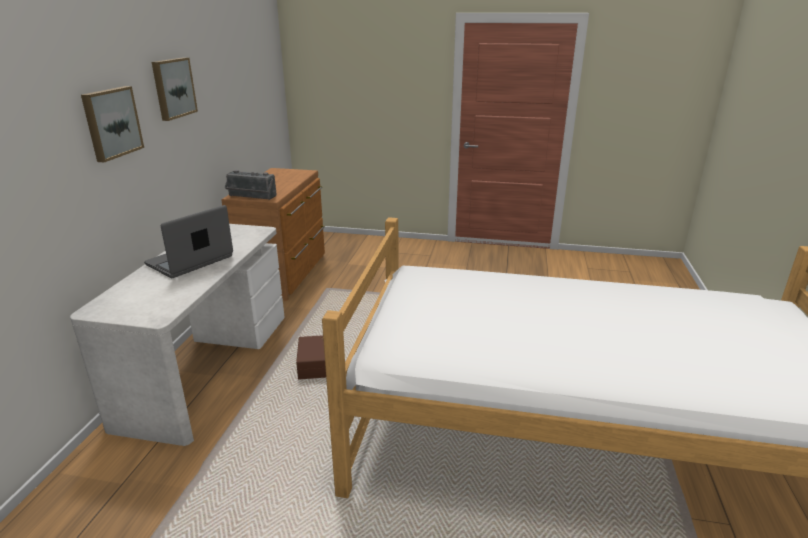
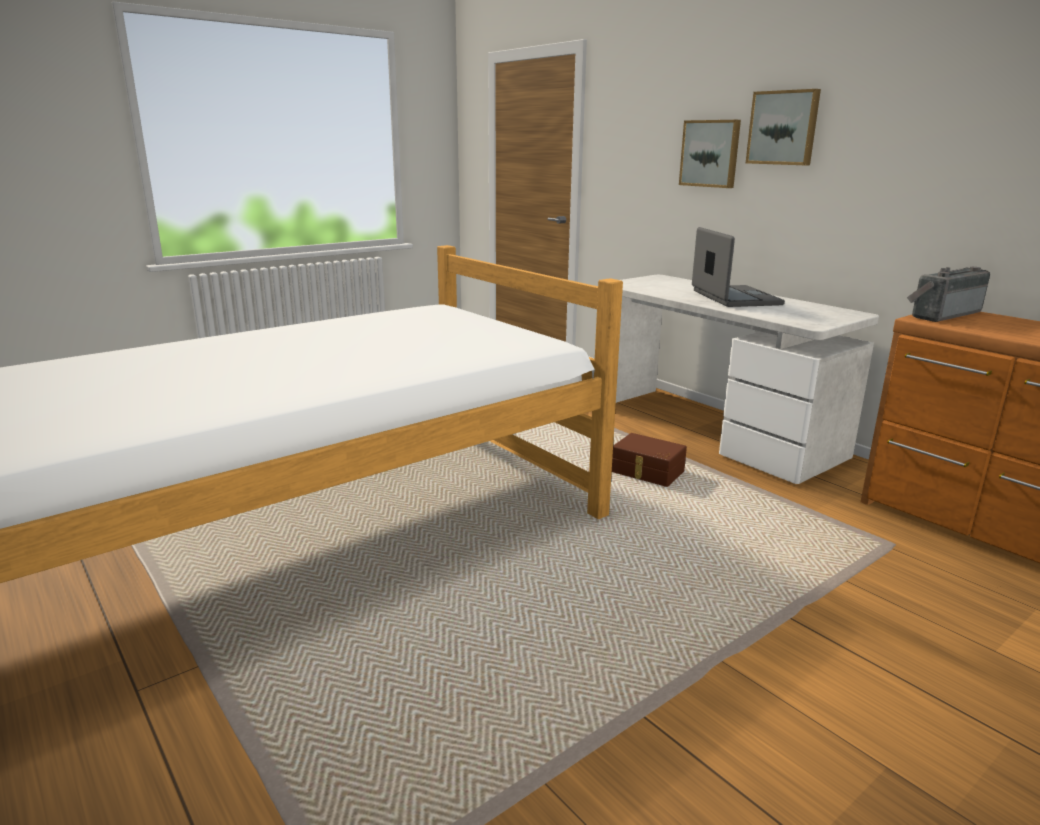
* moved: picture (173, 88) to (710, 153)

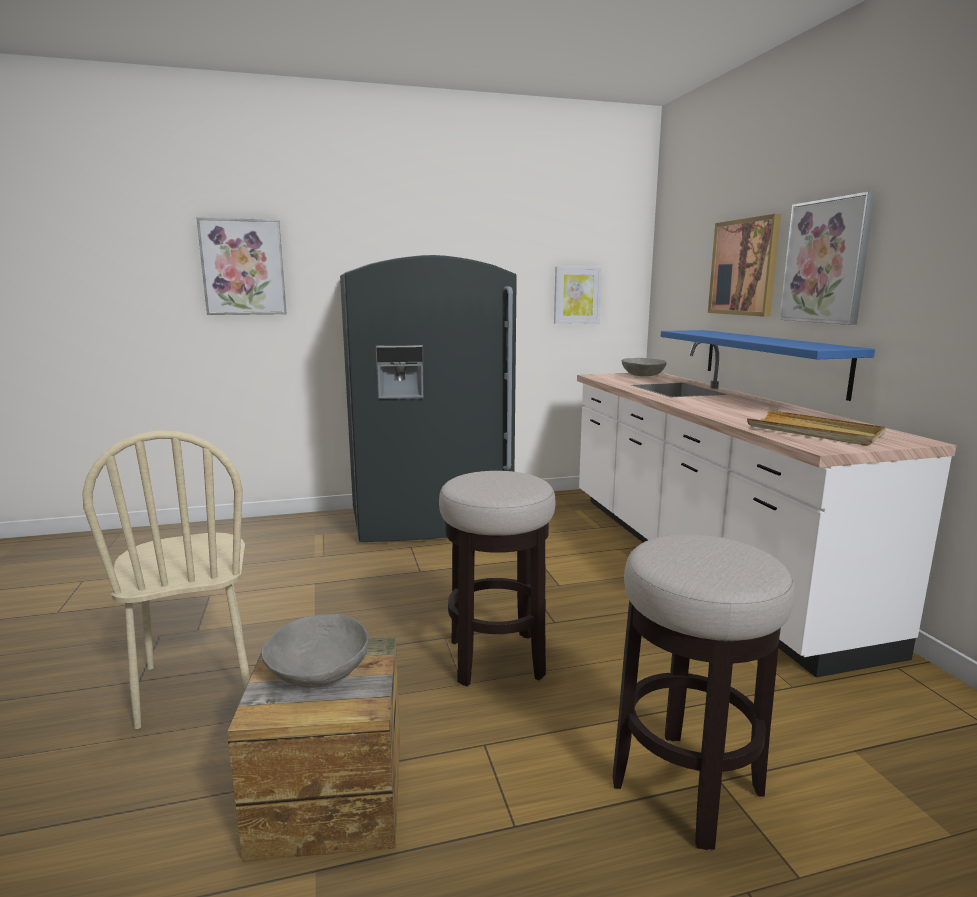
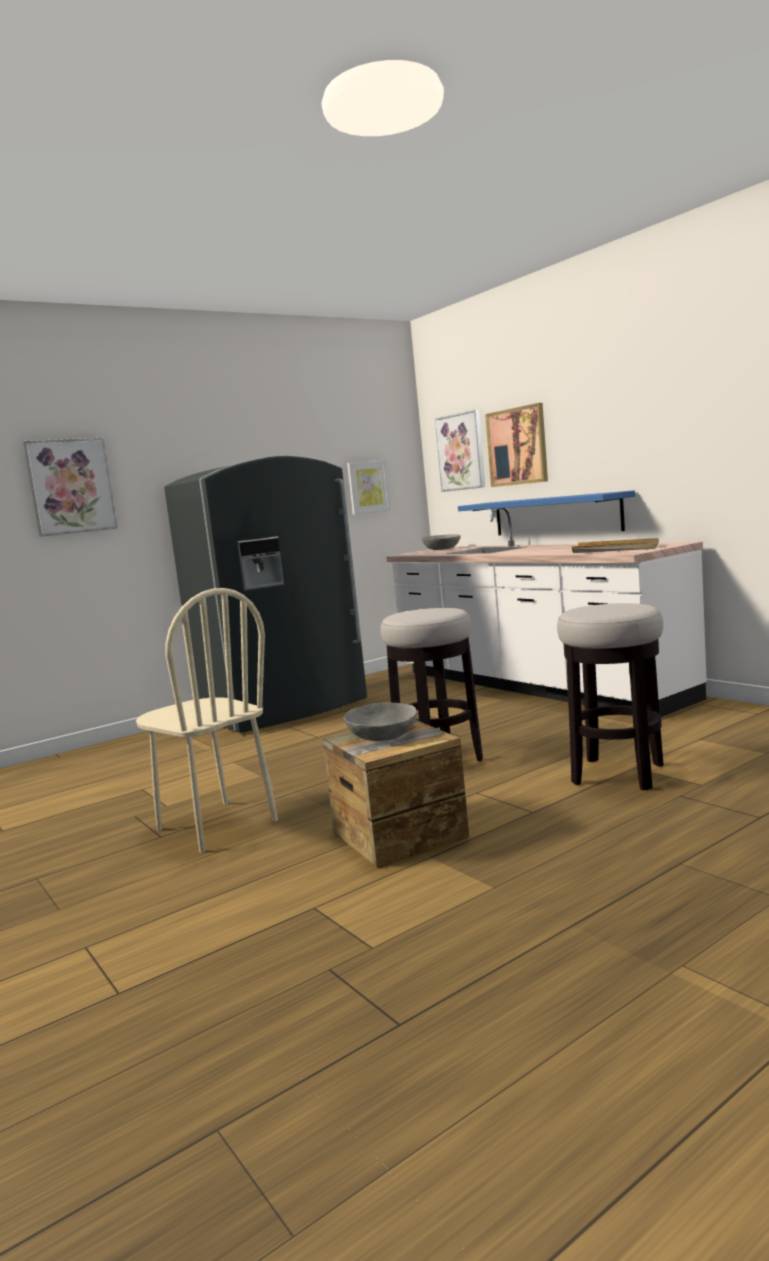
* moved: picture (826, 261) to (461, 452)

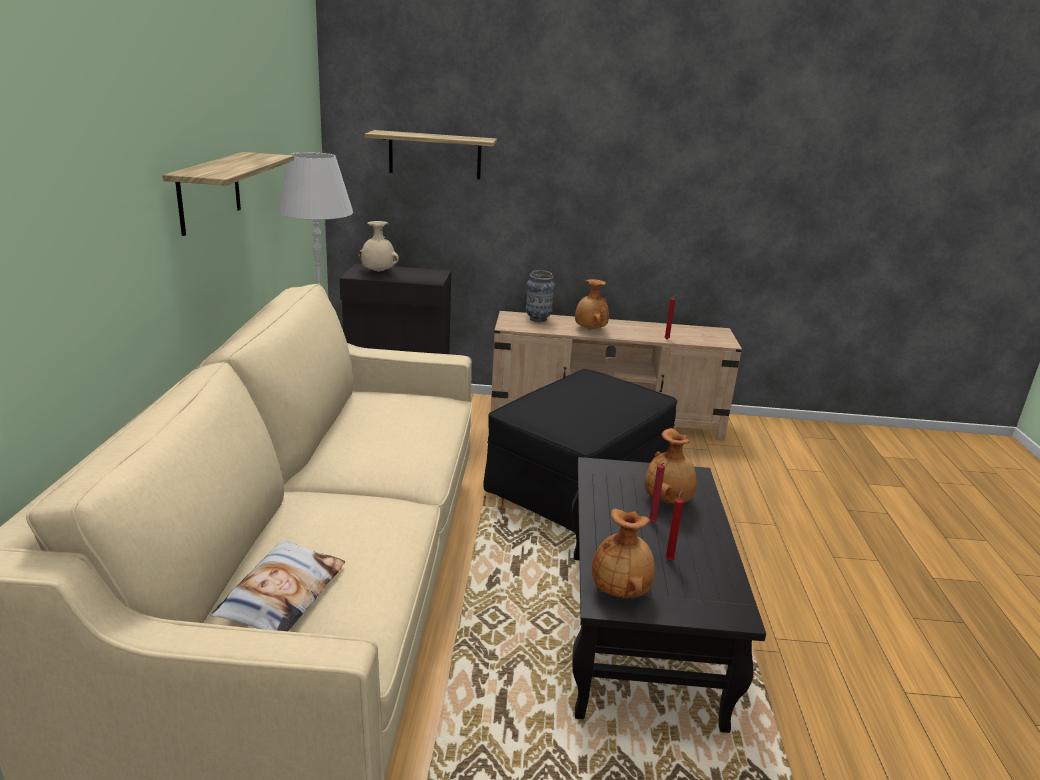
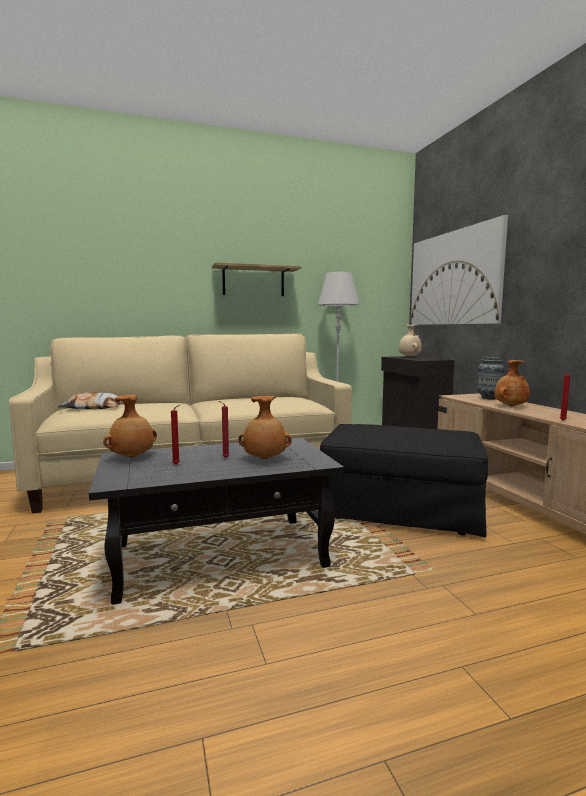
* replaced: bracket shelf (435, 155) to picture (453, 278)

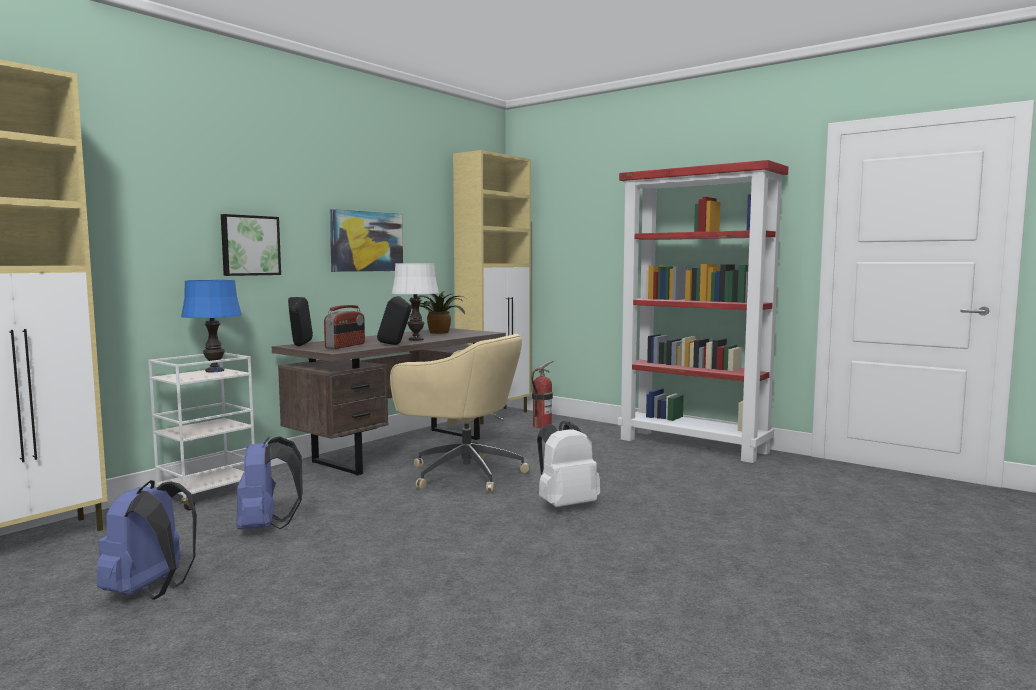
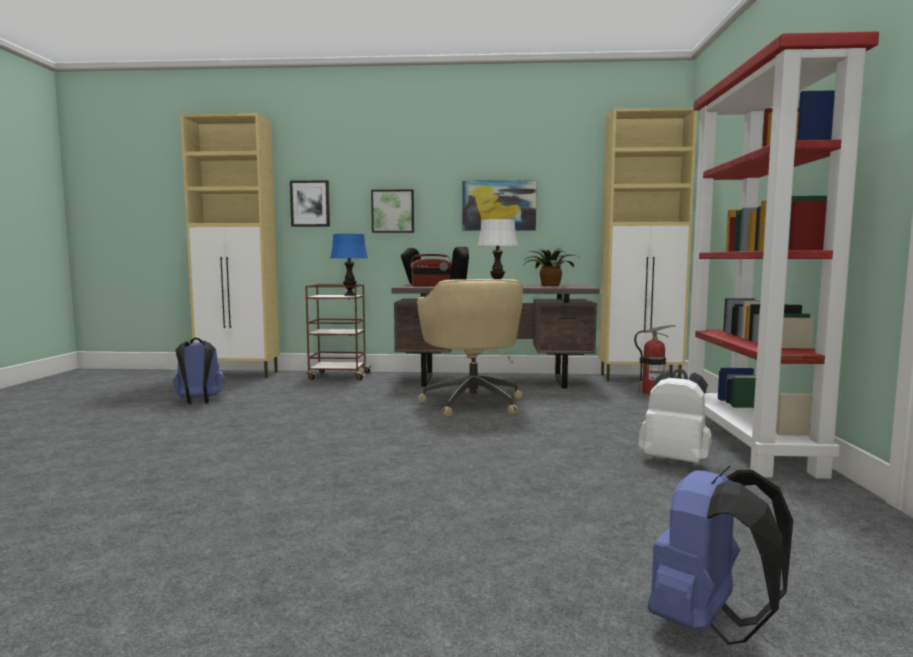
* recoloured: white wheeled cart (209, 495) to brown wheeled cart (338, 376)
* moved: bluish knapsack (266, 527) to (708, 625)
* moved: white knapsack (565, 505) to (675, 460)
* added: picture (310, 203)

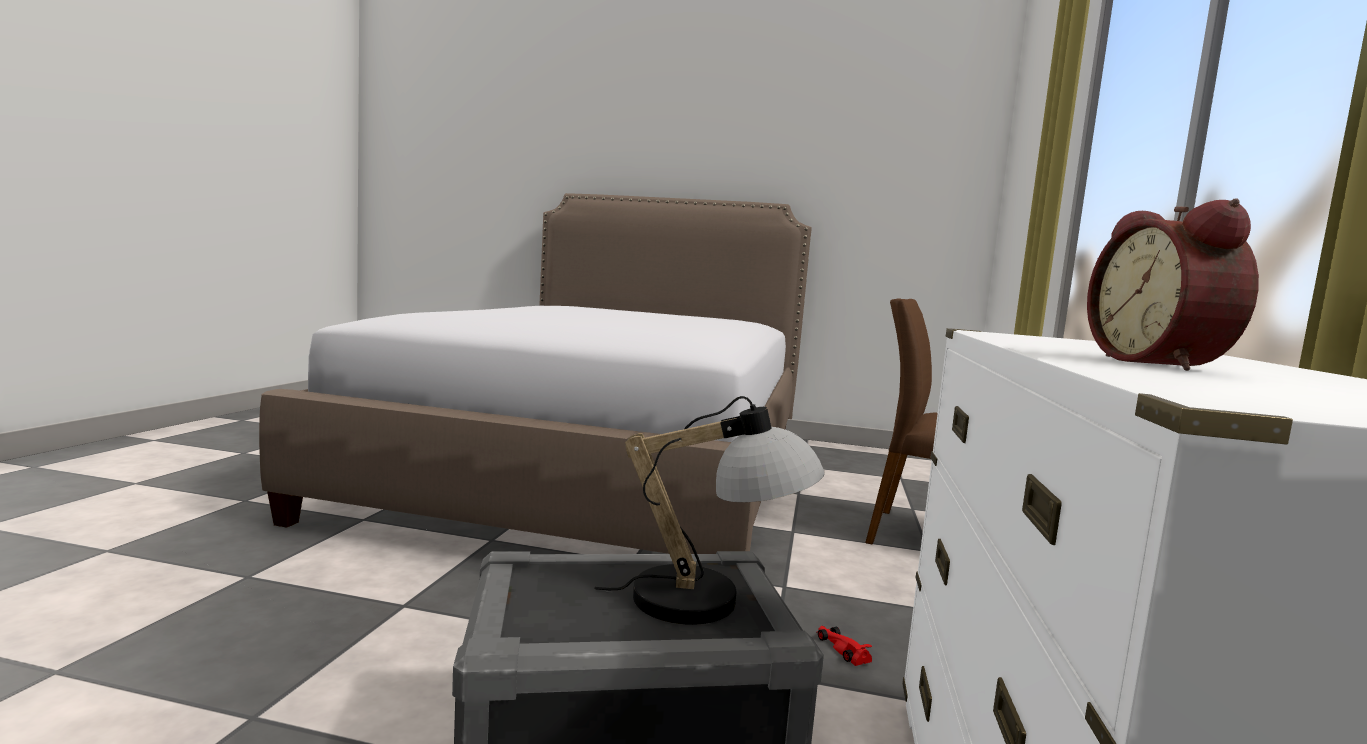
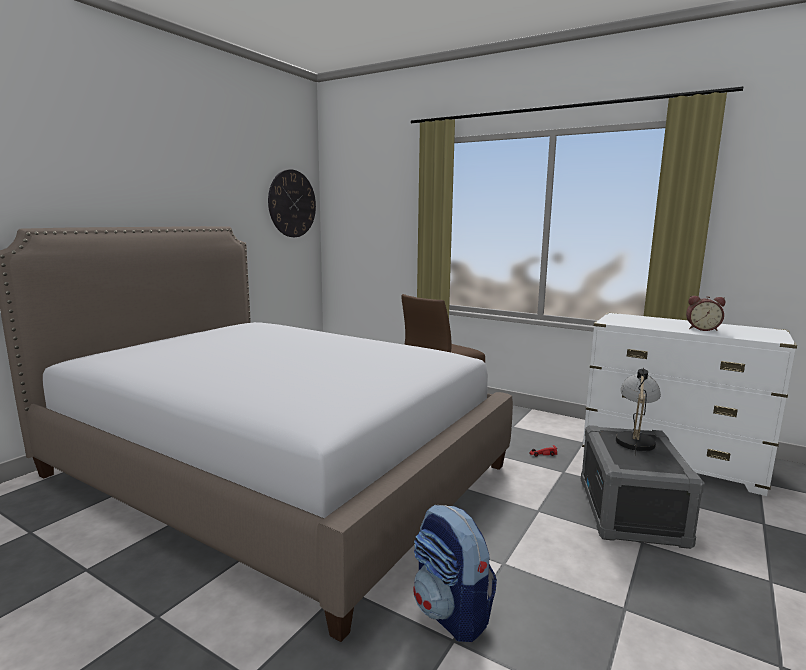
* added: wall clock (292, 203)
* added: knapsack (451, 613)

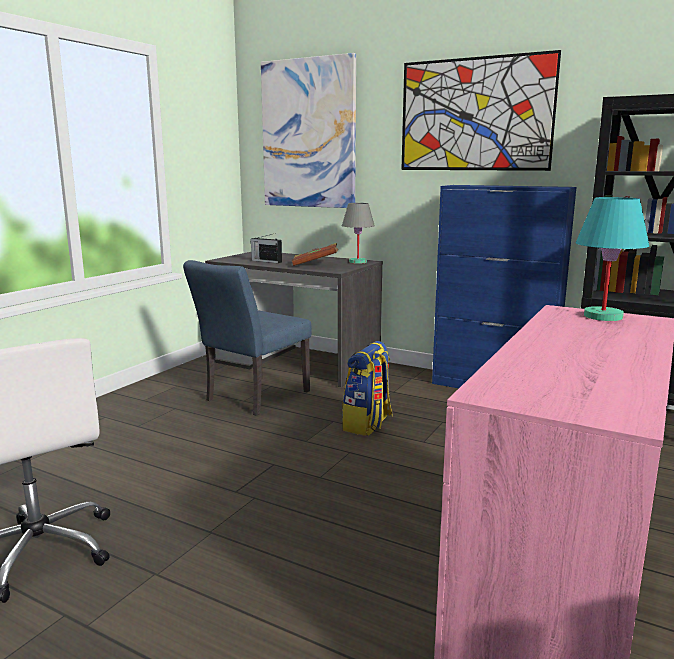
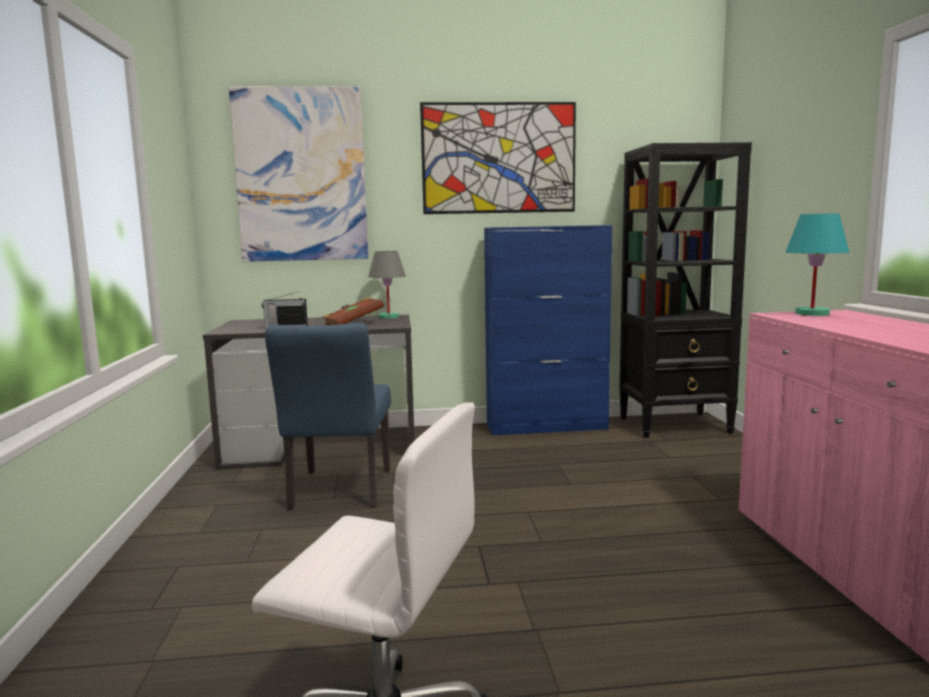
* removed: knapsack (368, 424)

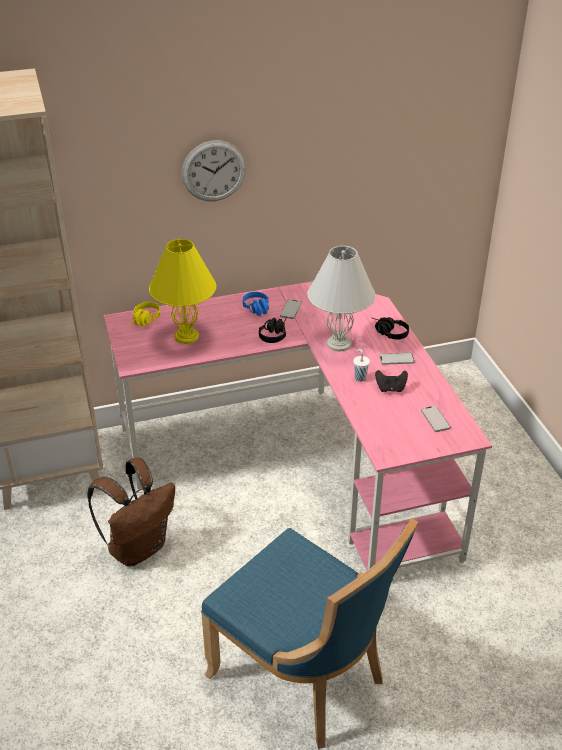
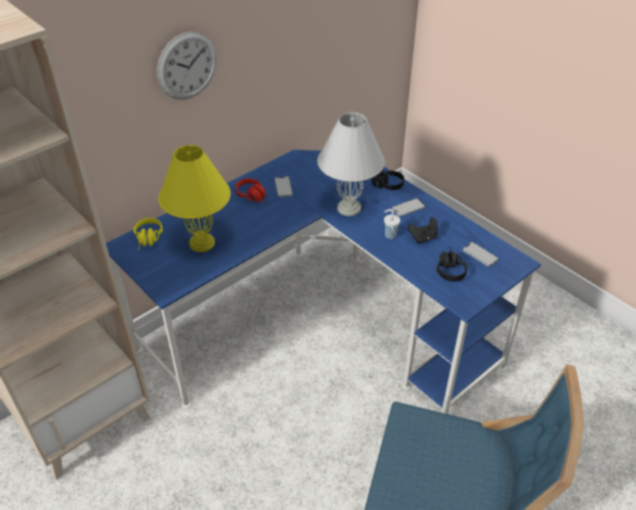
* removed: brown knapsack (138, 547)
* recoloured: pinkish desk (301, 465) to bluish desk (320, 327)
* recoloured: bluish headphones (258, 311) to reddish headphones (254, 197)
* moved: black headphones (274, 334) to (448, 268)

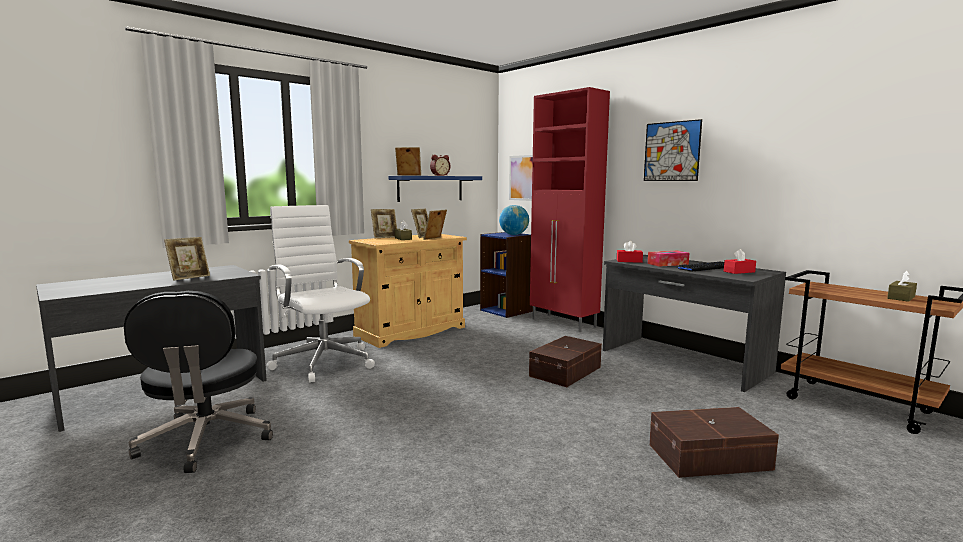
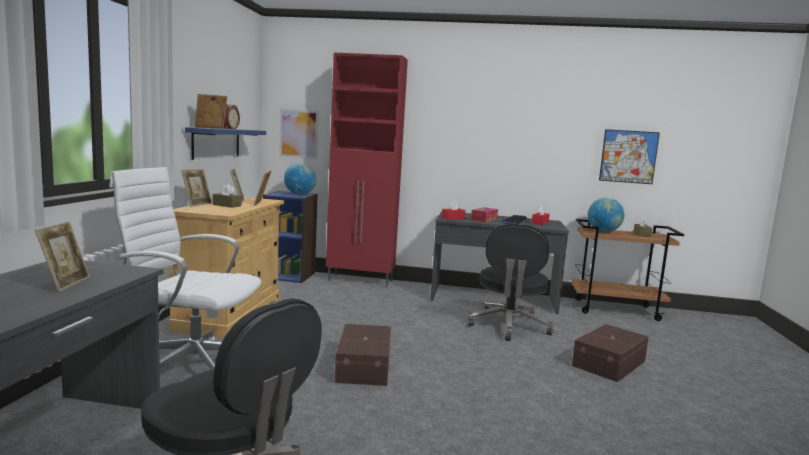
* moved: brown storage box (566, 371) to (365, 366)
* moved: picture (671, 151) to (628, 156)
* added: black computer chair (508, 326)
* added: world globe (603, 231)

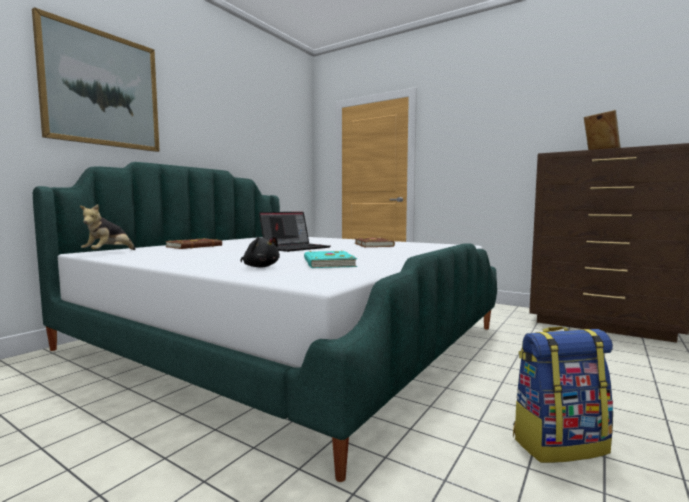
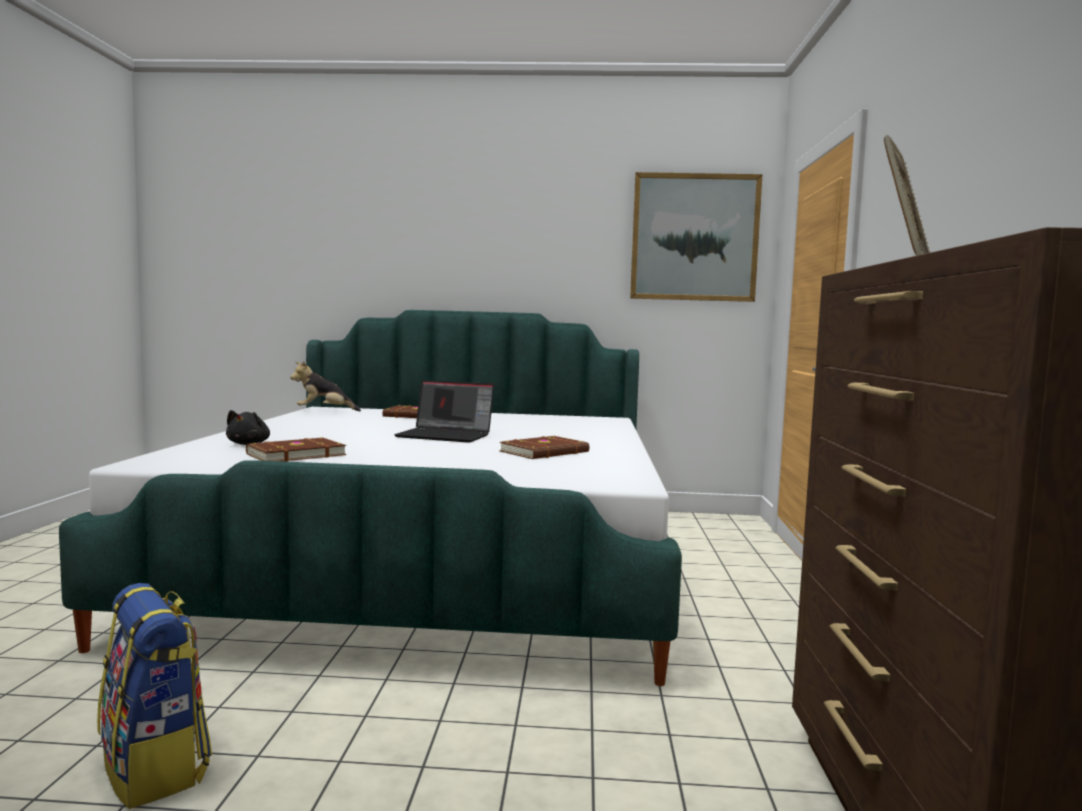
* moved: picture (102, 89) to (694, 237)
* recoloured: turquoise volume (327, 263) to brown volume (295, 454)

